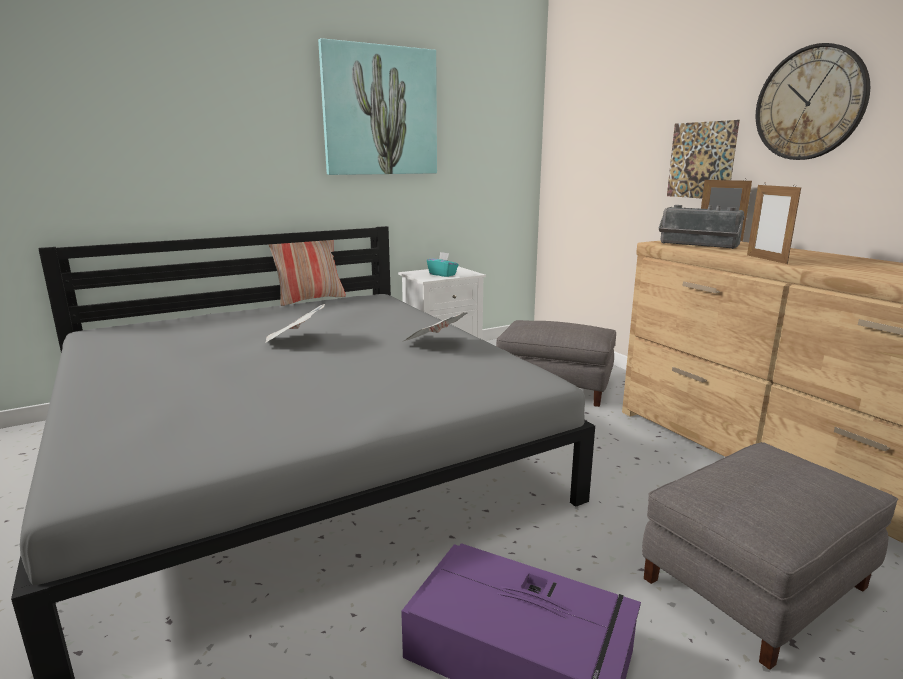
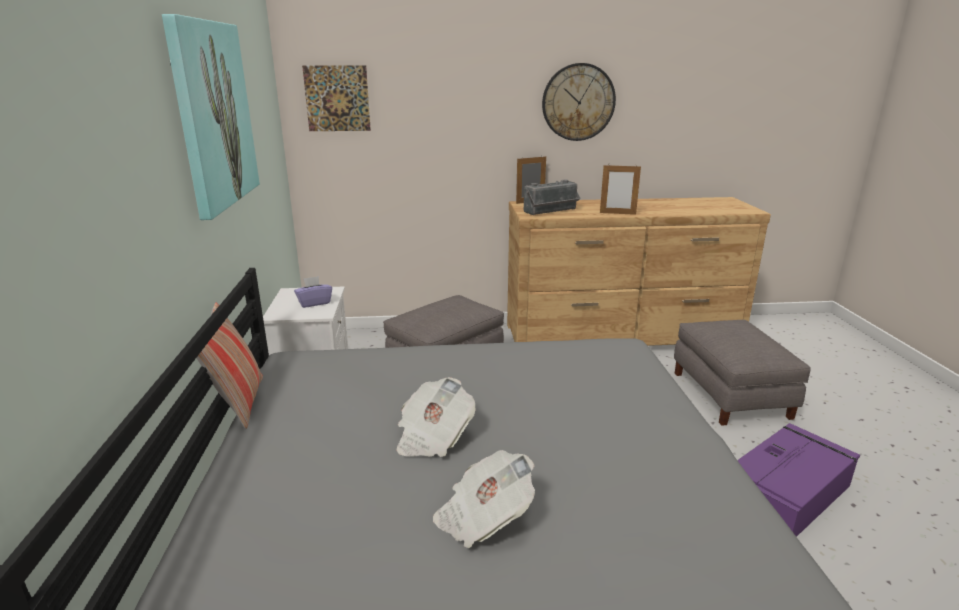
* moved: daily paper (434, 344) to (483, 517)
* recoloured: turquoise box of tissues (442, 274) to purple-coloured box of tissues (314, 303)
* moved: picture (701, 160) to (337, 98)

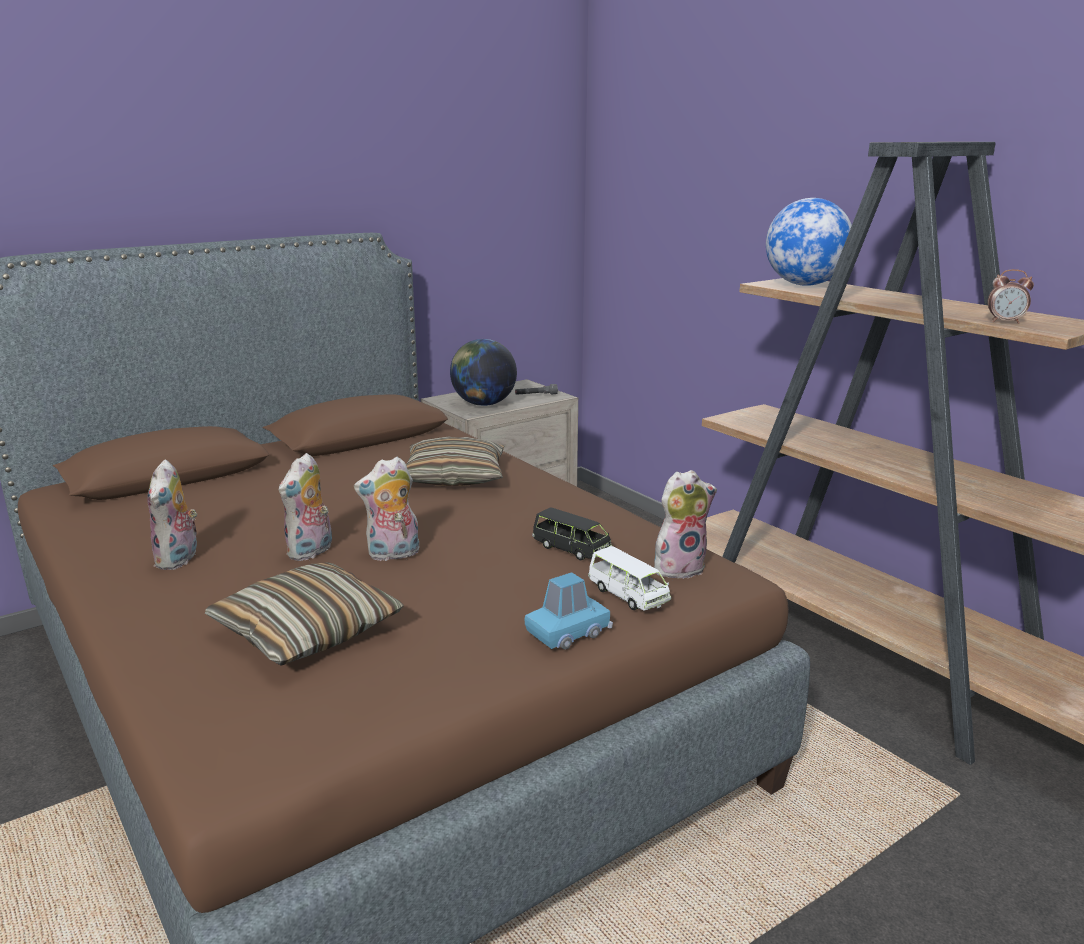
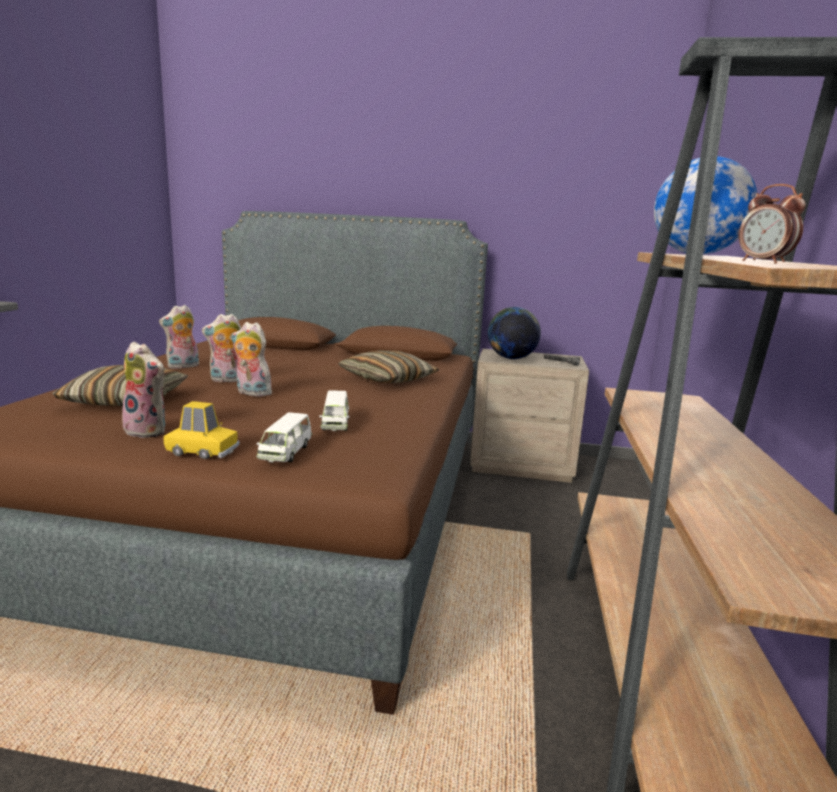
* recoloured: bluish toy car (568, 632) to yellowish toy car (203, 451)
* recoloured: black toy car (571, 549) to white toy car (335, 424)
* moved: cuddly toy (679, 567) to (149, 431)

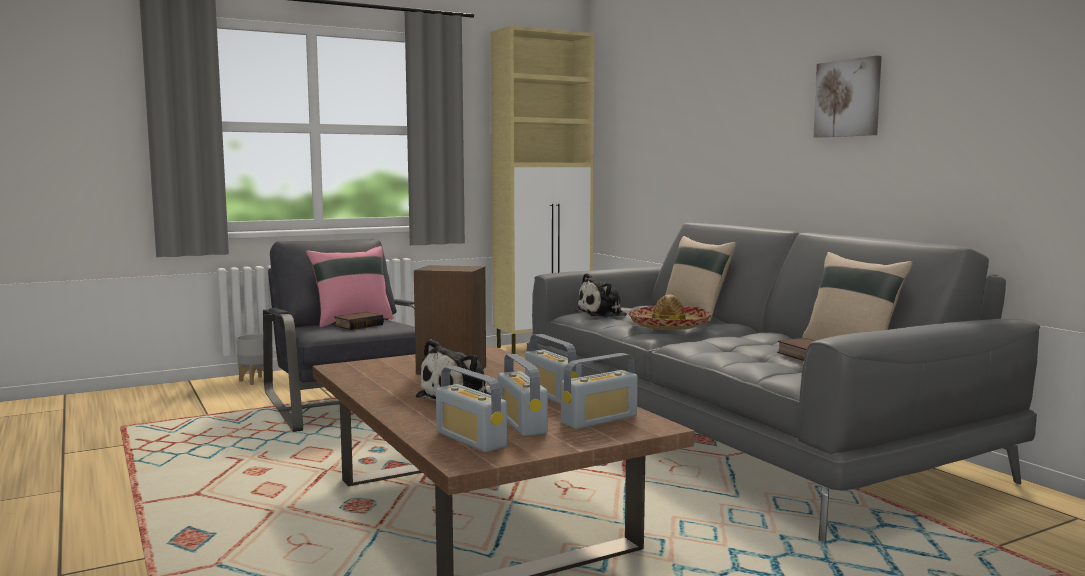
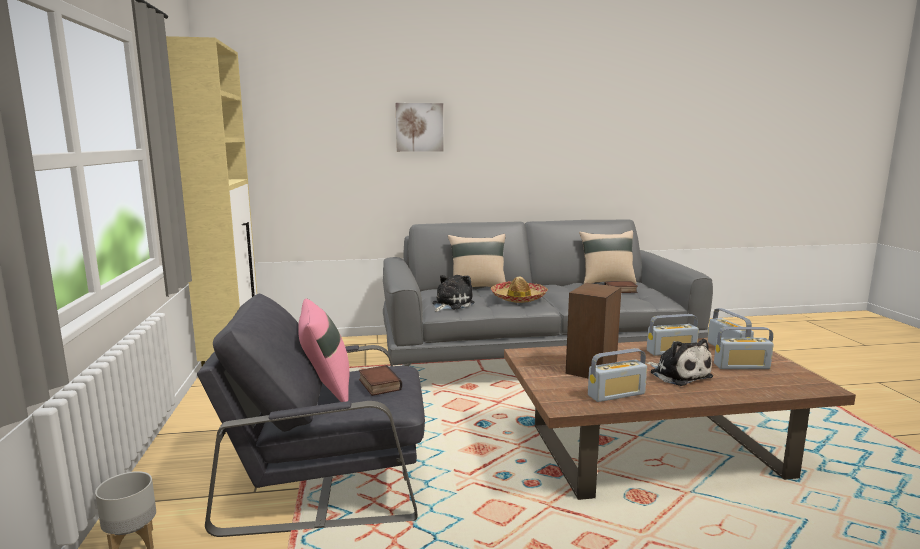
* moved: radio set (471, 439) to (616, 394)
* turned: cuddly toy (604, 314) = (450, 304) 135 degrees counterclockwise
* moved: picture (848, 98) to (419, 127)

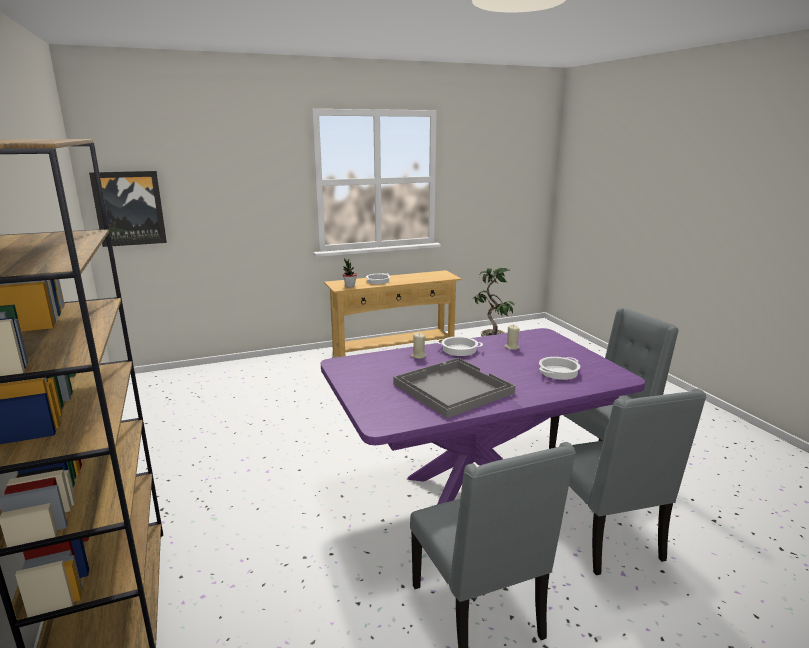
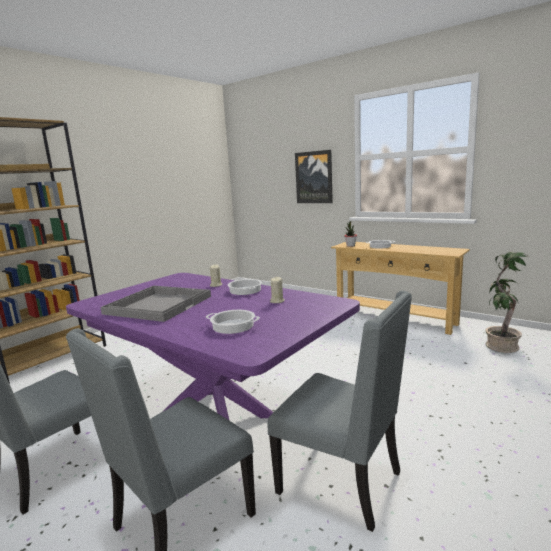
* moved: picture (129, 208) to (314, 177)

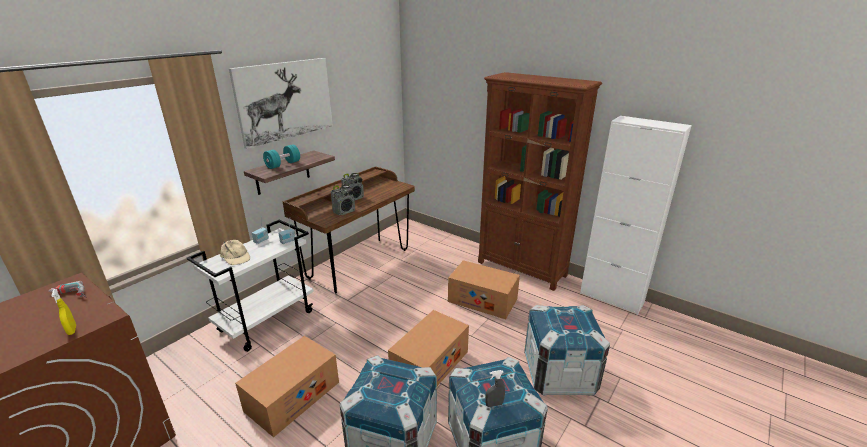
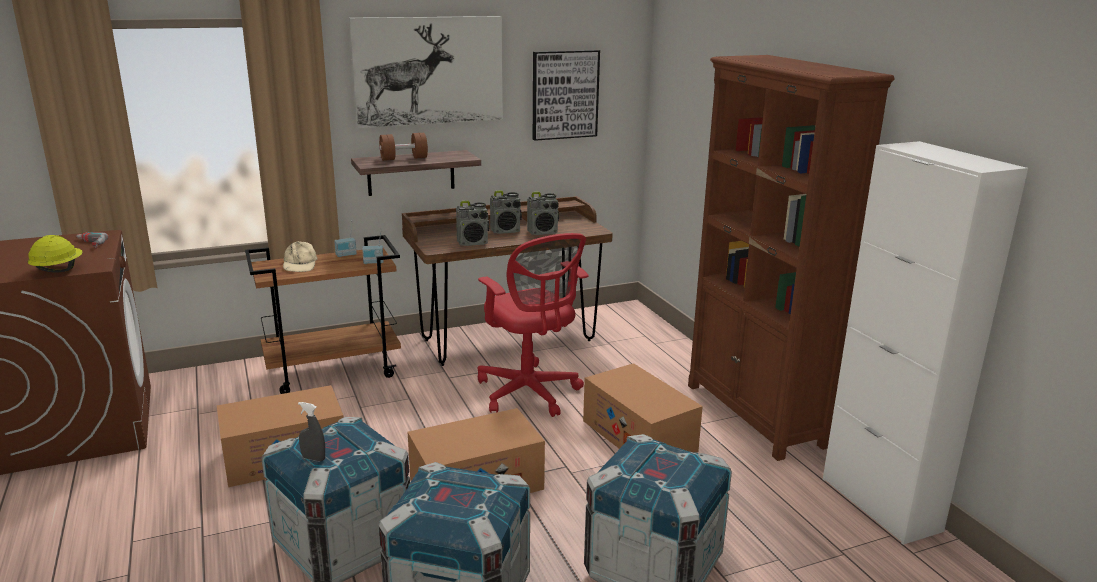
* replaced: yellowish sprayer (72, 330) to yellowish safety helmet (58, 270)
* recoloured: white wheeled cart (267, 320) to brown wheeled cart (334, 371)
* recoloured: turquoise hand weight (283, 164) to brown hand weight (404, 158)
* moved: gray sprayer (494, 404) to (313, 458)
* added: reddish computer chair (530, 394)
* added: radio set (543, 232)
* added: picture (564, 94)

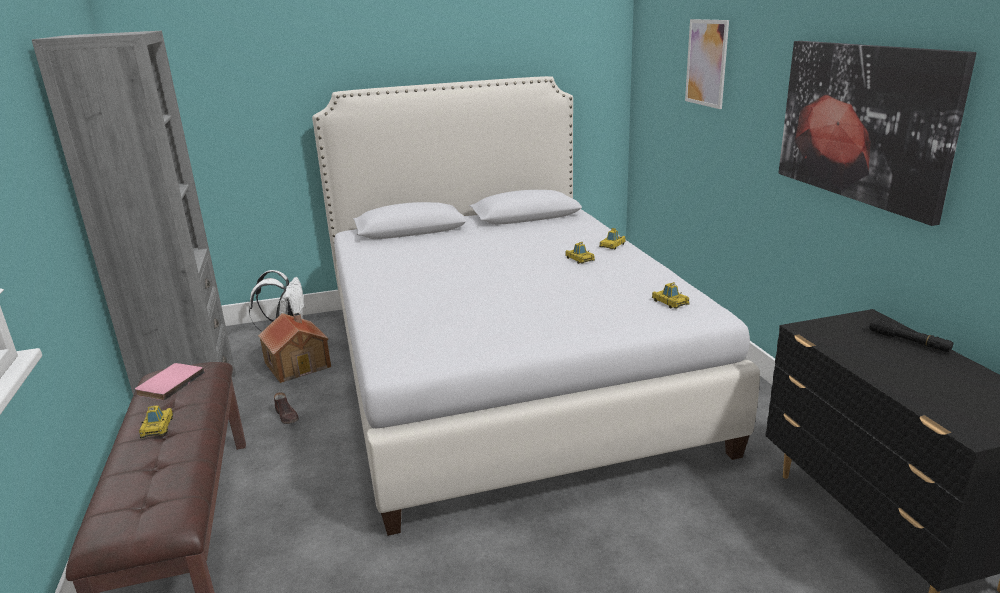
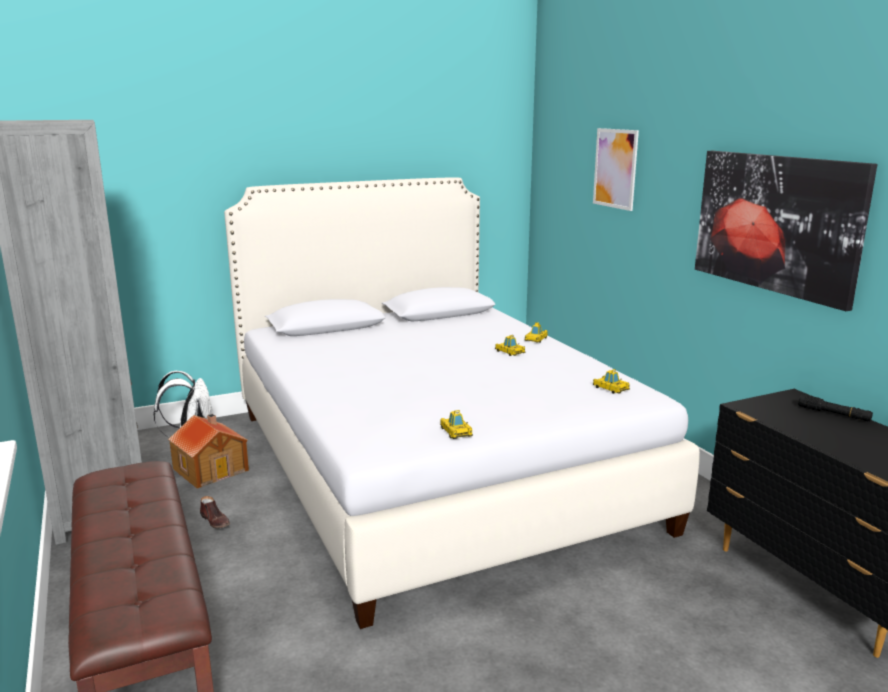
* removed: pinkish volume (169, 383)
* moved: toy car (157, 427) to (456, 432)

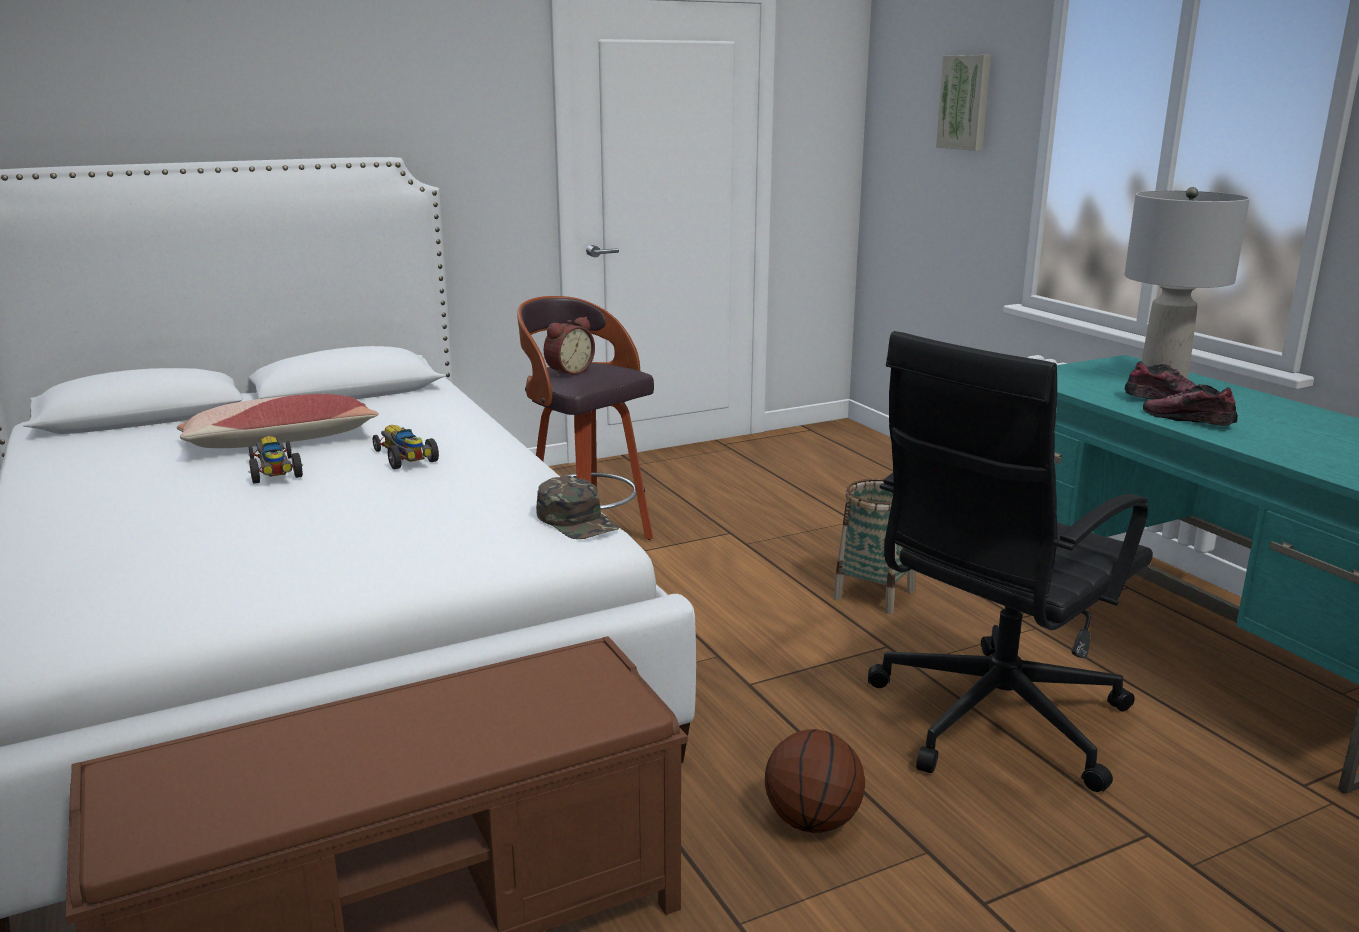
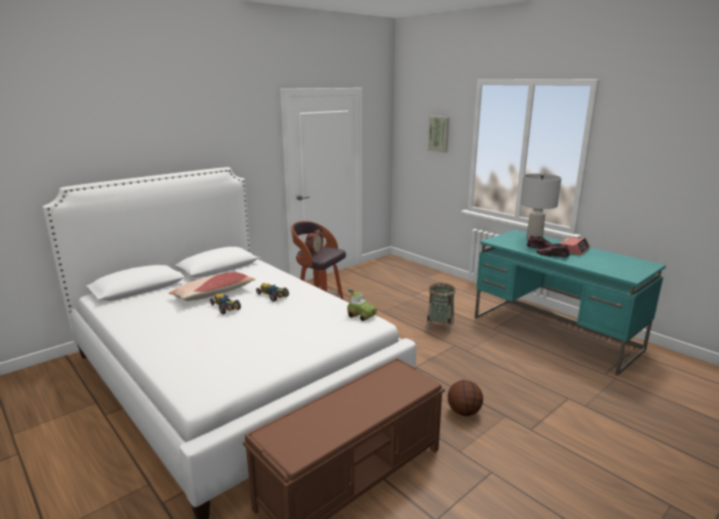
* replaced: green peaked cap (577, 521) to toy car (362, 315)
* removed: black computer chair (992, 720)
* added: alarm clock (574, 250)

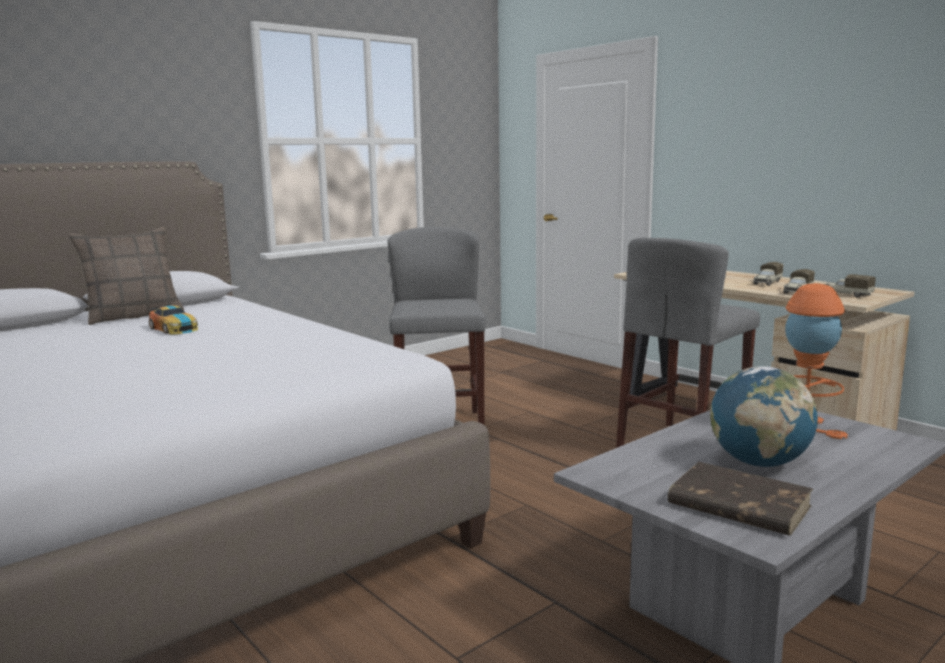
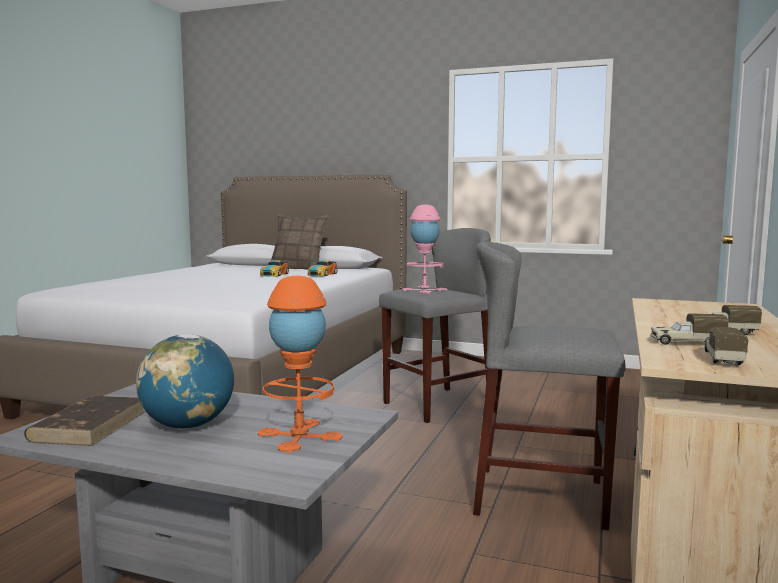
* added: toy car (322, 274)
* added: pinkish table lamp (424, 290)

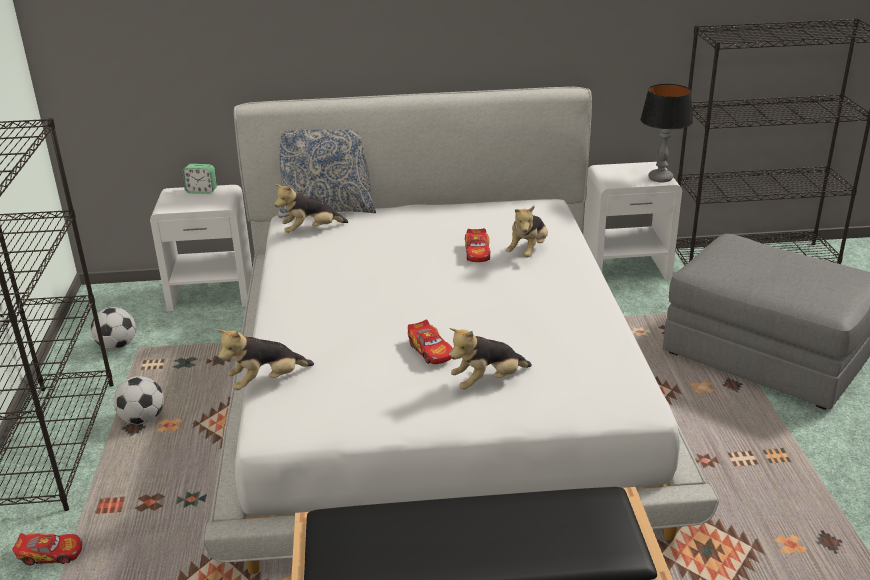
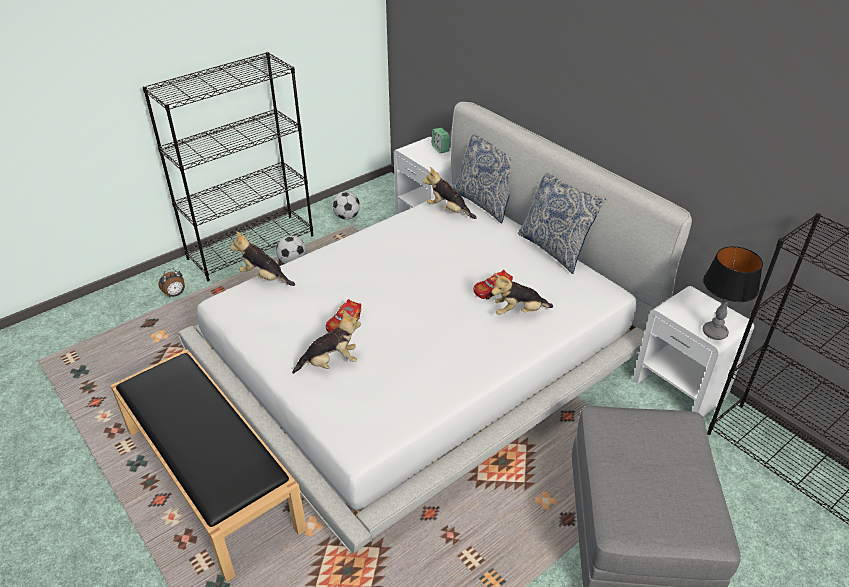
* replaced: toy car (51, 554) to alarm clock (175, 294)
* turned: cuddly toy (488, 382) = (331, 363) 135 degrees clockwise
* added: cushion (554, 249)

